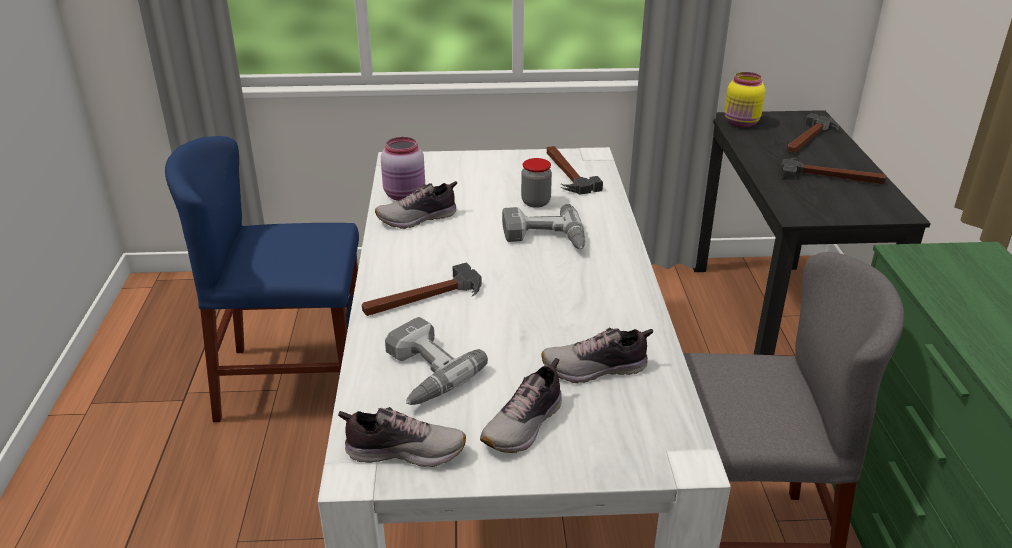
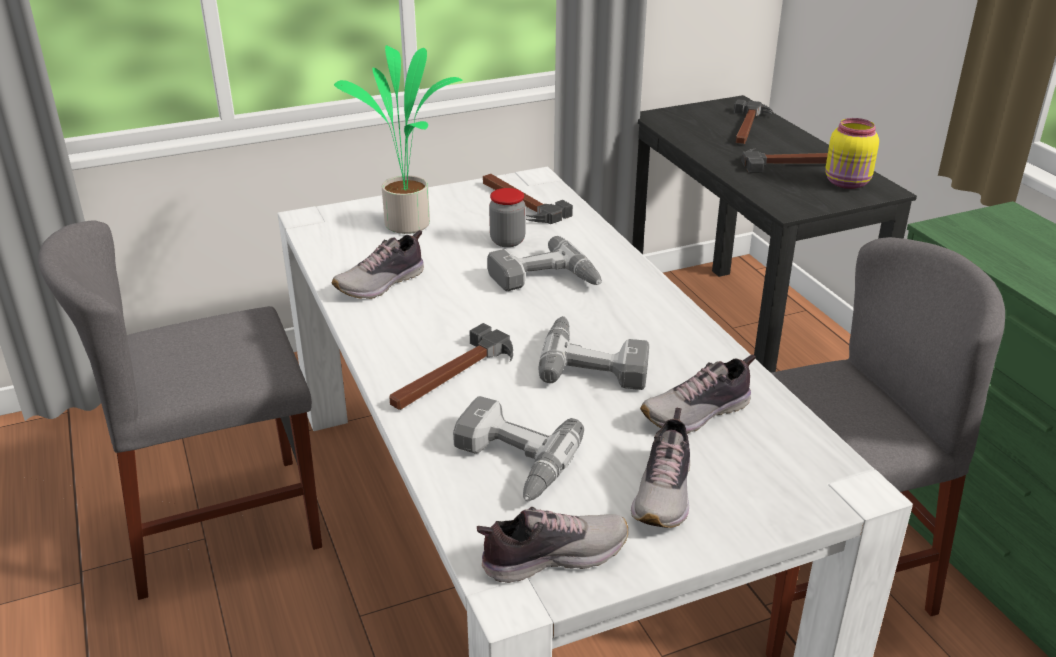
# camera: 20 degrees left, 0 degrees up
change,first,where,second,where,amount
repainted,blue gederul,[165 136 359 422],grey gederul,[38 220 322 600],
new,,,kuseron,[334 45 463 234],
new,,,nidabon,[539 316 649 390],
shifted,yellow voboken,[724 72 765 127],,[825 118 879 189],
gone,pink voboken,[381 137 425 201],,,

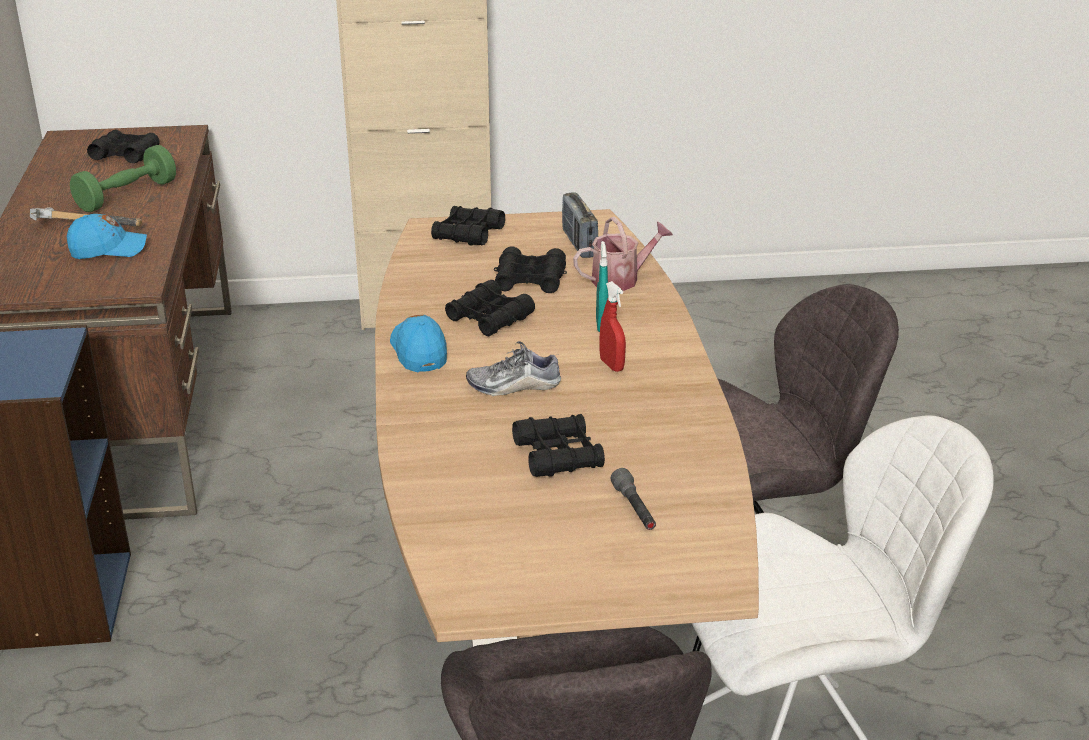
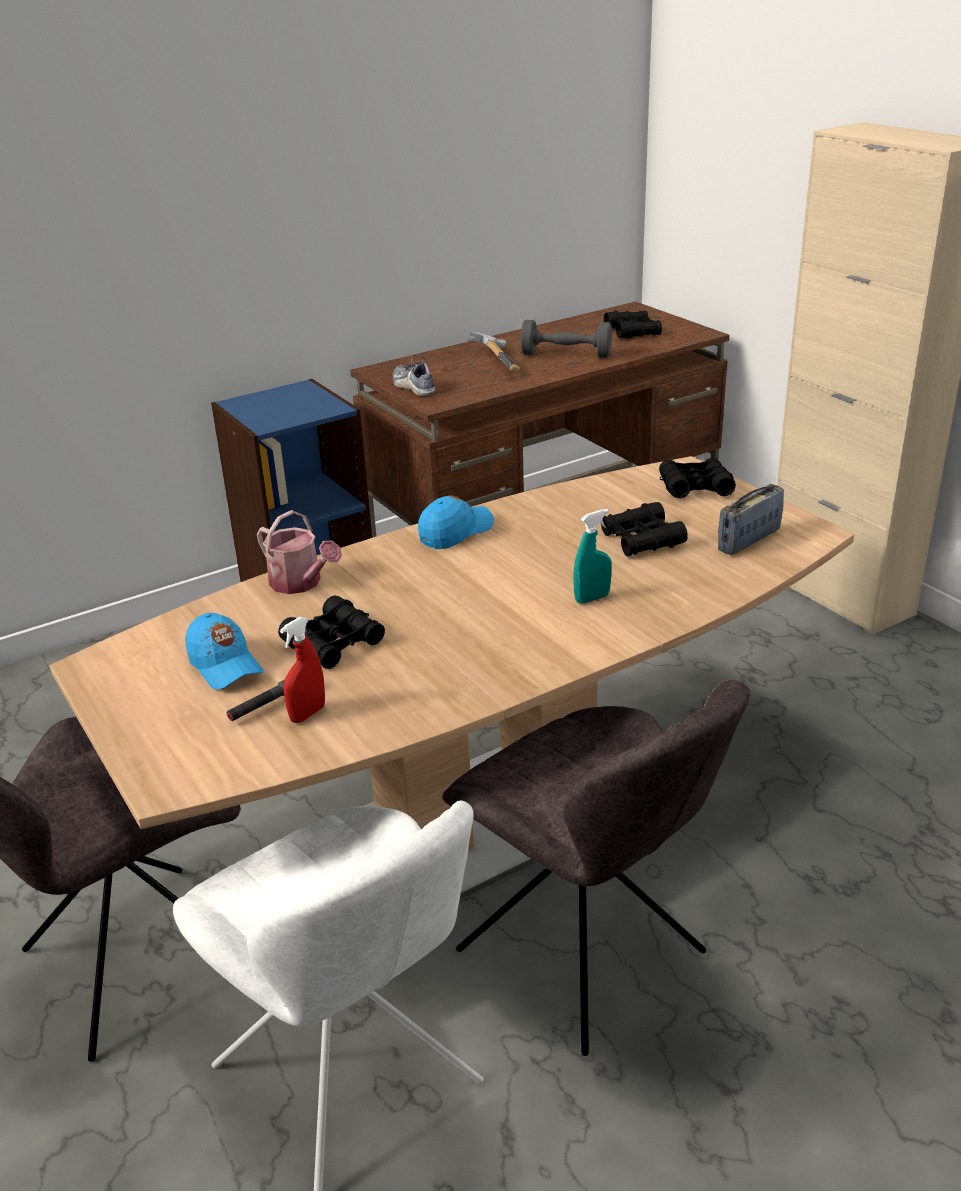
# camera: 65 degrees right, 0 degrees up
change,first,where,second,where,amount
shifted,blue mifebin,[67 214 147 259],,[185 613 264 689],
shifted,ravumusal,[573 217 673 291],,[257 510 342 594],
shifted,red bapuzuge,[600 281 626 372],,[280 617 325 723],
shifted,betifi,[466 341 561 396],,[393 355 435 396],
repainted,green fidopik,[70 145 176 212],grey fidopik,[521 320 612 358],
gone,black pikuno,[445 280 535 336],,,

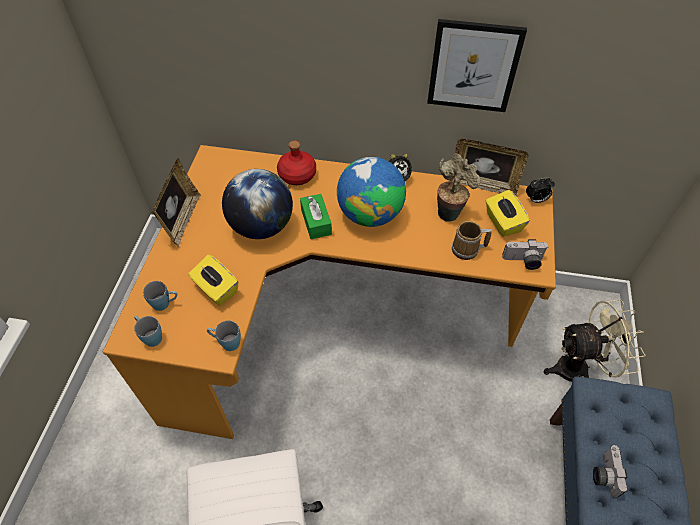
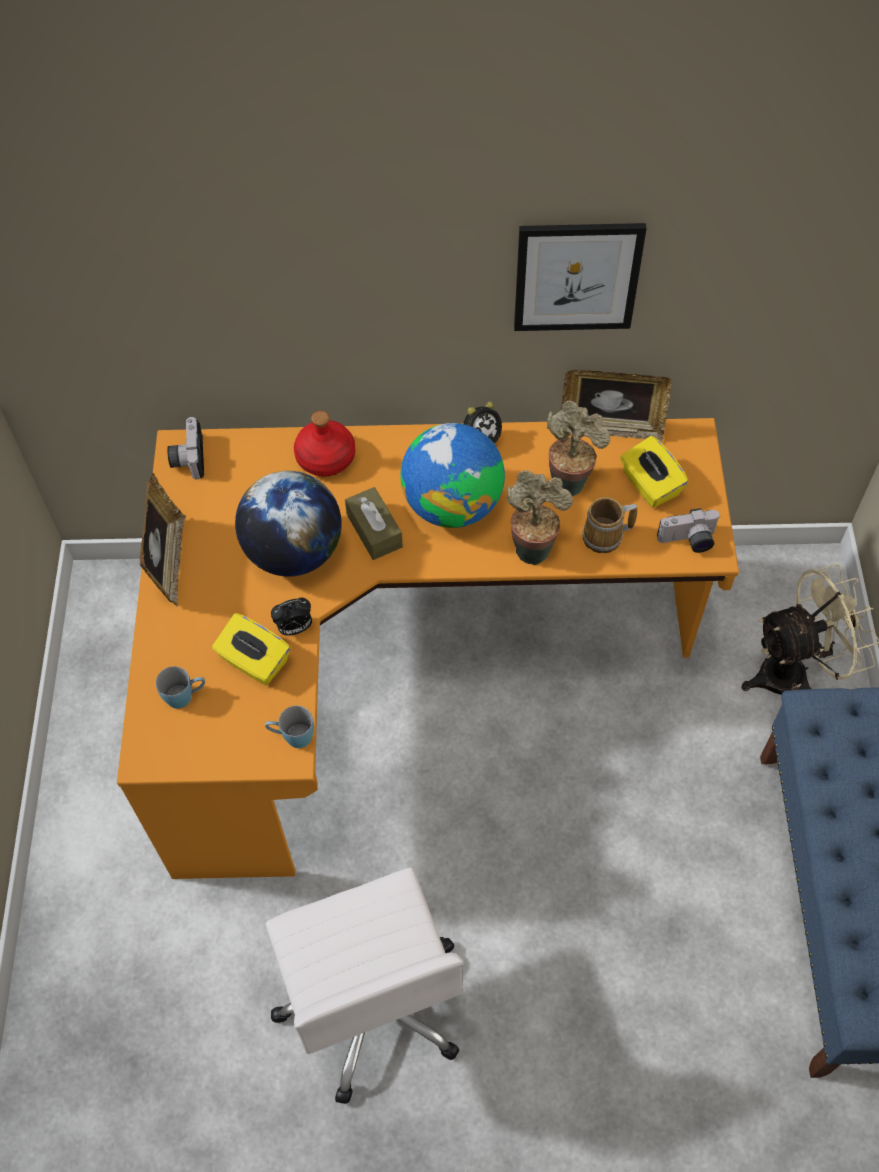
# camera: 10 degrees left, 5 degrees up
change,first,where,second,where,amount
shifted,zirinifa,[593 445 628 498],,[167 417 204 479],
shifted,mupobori,[526 177 555 203],,[271 598 312 635],
repainted,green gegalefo,[300 194 332 239],brown gegalefo,[345 487 403 560],
new,,,kuseron,[507 470 573 565],
gone,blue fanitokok,[134 316 162 347],,,

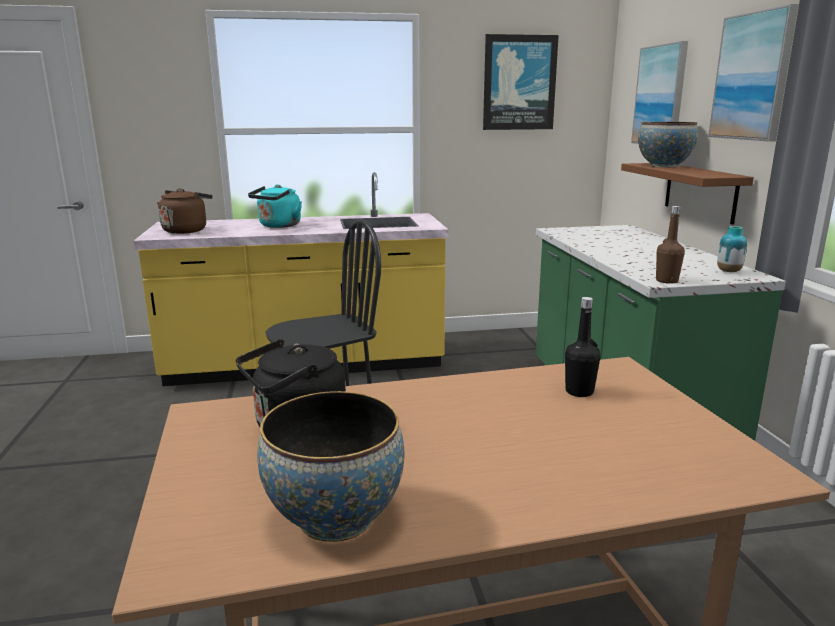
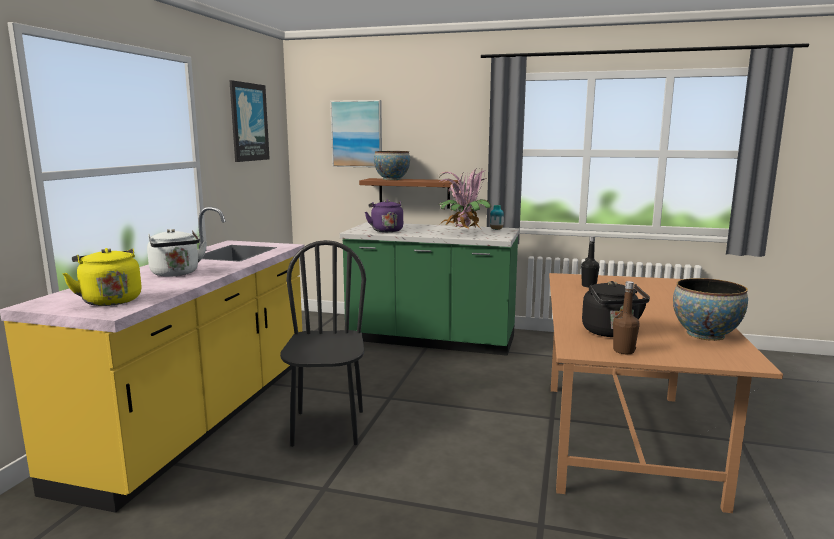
# camera: 65 degrees left, 5 degrees down
change,first,where,second,where,amount
repainted,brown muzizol,[157 188 213 234],yellow muzizol,[62 248 142 306],
repainted,turquoise muzizol,[248 185 302 228],white muzizol,[147 229 207 277],
new,,,purple muzizol,[365 200 403 232],
new,,,kuseron,[438 167 492 229],
shifted,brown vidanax,[656 206 685 284],,[613 281 640 354],
gone,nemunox,[708 4 799 141],,,

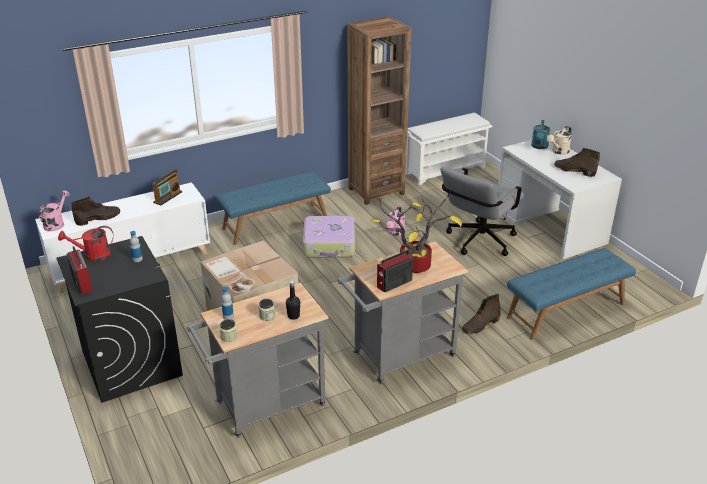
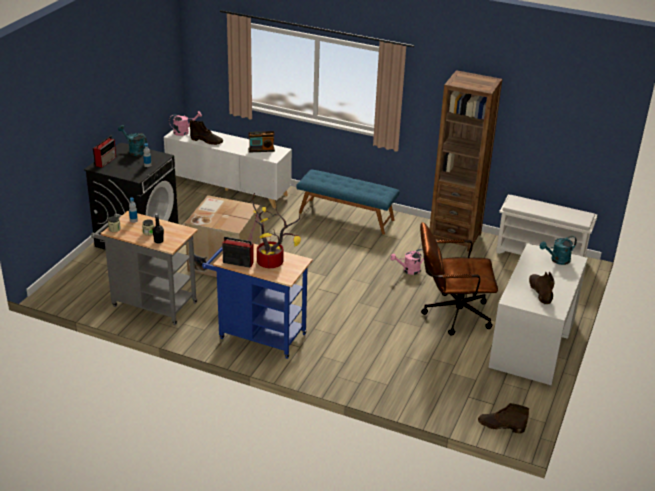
# camera: 50 degrees right, 0 degrees up
change,first,where,second,where,amount
repainted,red ravumusal,[58 226 113 261],turquoise ravumusal,[118 125 147 156],
repainted,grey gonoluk,[338 242 468 384],blue gonoluk,[202 240 313 359],
repainted,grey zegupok,[441 167 525 256],brown zegupok,[420 222 498 335],
shifted,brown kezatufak,[462 294 501 334],,[478 403 529 434],
gone,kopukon,[303 216 355 258],,,
gone,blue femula,[507 248 636 340],,,
gone,beige ravumusal,[547 126 572 154],,,

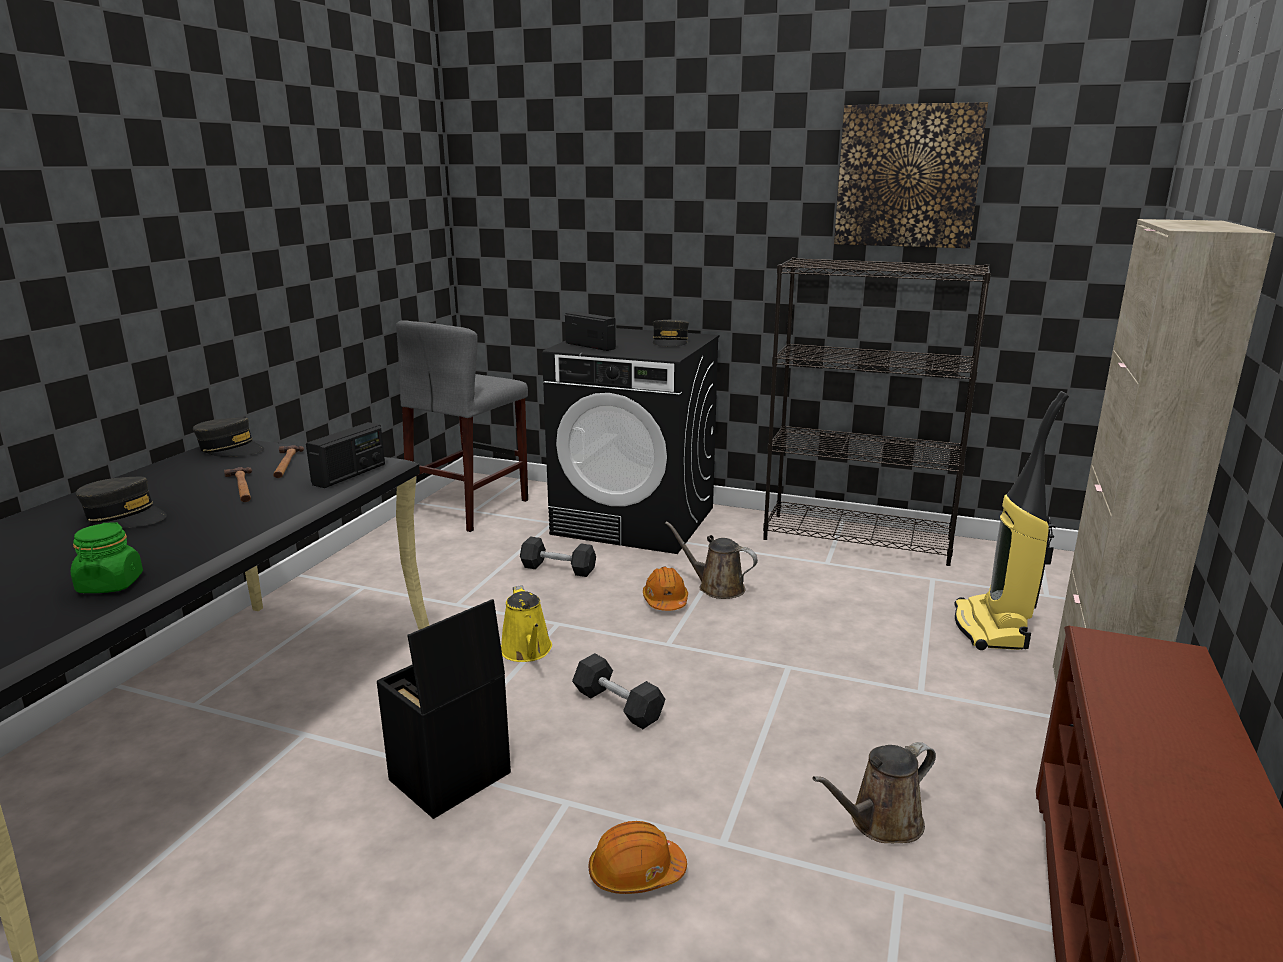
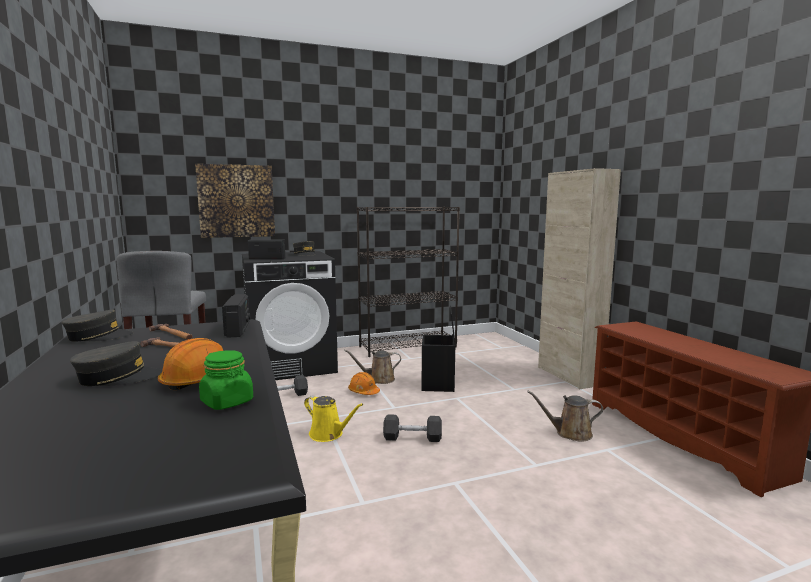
# camera: 40 degrees left, 10 degrees down
change,first,where,second,where,amount
shifted,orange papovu,[589 821 687 894],,[158 338 223 390],
shifted,nemunox,[834 102 988 248],,[195 164 275 238],
shifted,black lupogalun,[377 599 511 819],,[422 306 456 392],
rotated,brown ravumusal,[812 742 936 843],,[527 391 603 442],75 degrees clockwise
gone,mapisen,[954 391 1069 650],,,

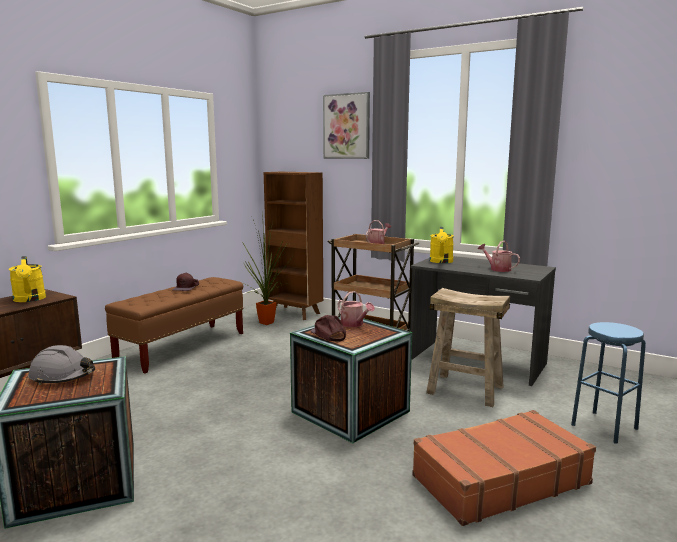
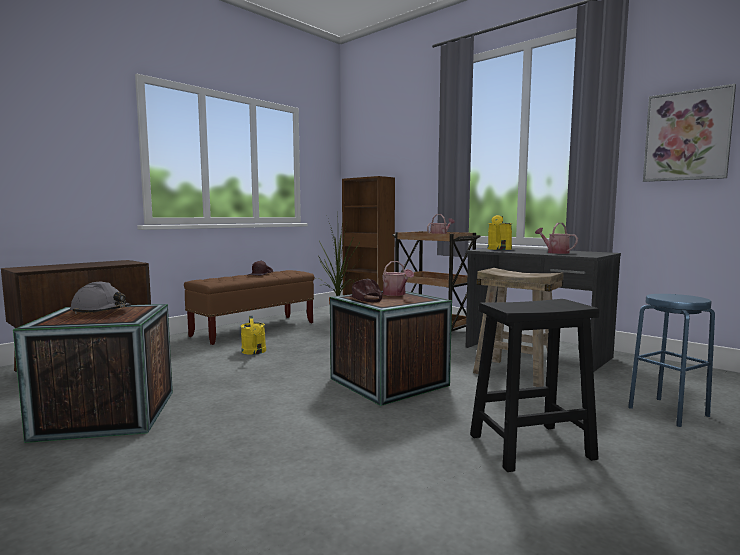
# camera: 10 degrees right, 5 degrees down
change,first,where,second,where,amount
shifted,yellow ravumusal,[9 256 46 302],,[241 316 266 355],
swapped,brown kopukon,[412 410 596 526],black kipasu,[470 299 599 472],
shifted,nemunox,[323 92 370 159],,[643 84 736 182],

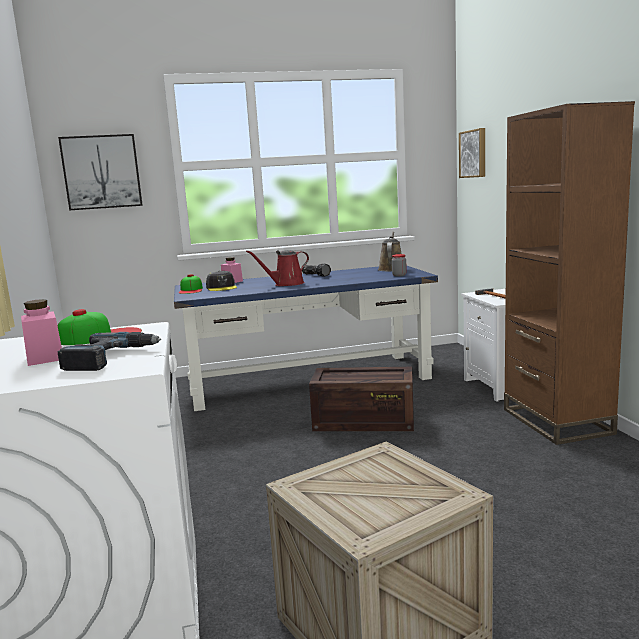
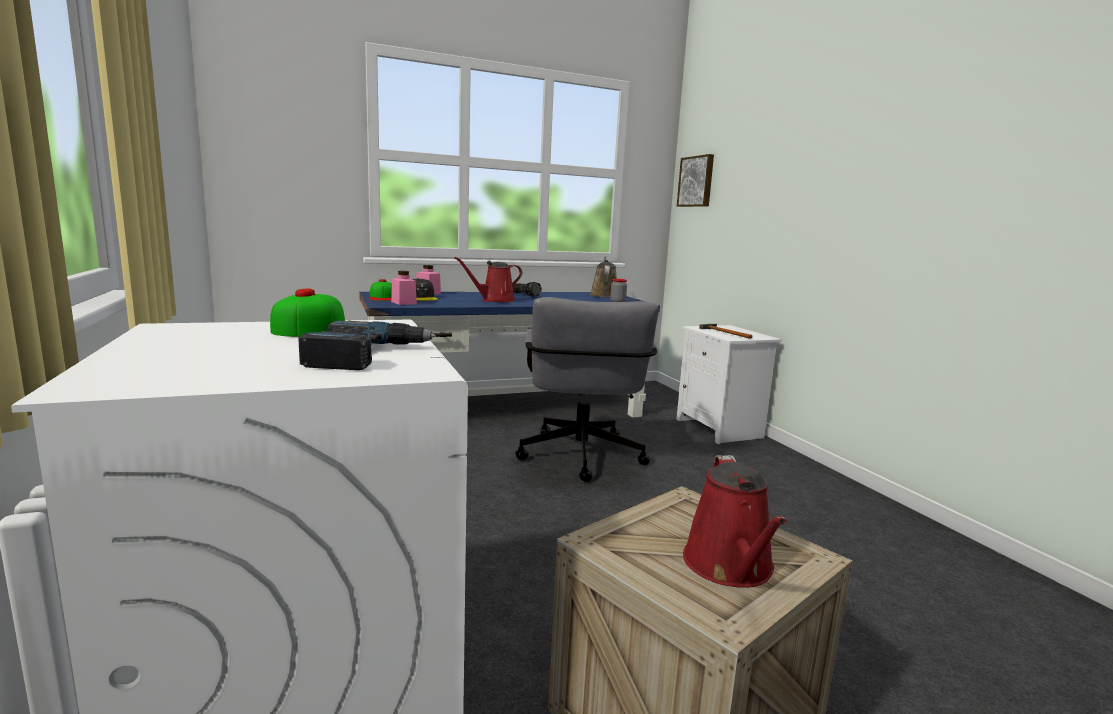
# camera: 10 degrees left, 0 degrees up
change,first,where,second,where,amount
shifted,pink voboken,[21 299 62 366],,[391 271 417 305],
swapped,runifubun,[309 367 414 431],grey zegupok,[515 297 659 482],
new,,,red ravumusal,[683 455 787 588],
gone,nemunox,[58 134 143 210],,,
gone,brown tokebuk,[504 101 635 445],,,

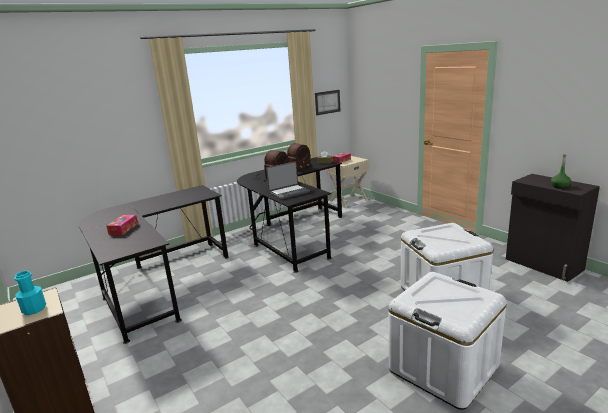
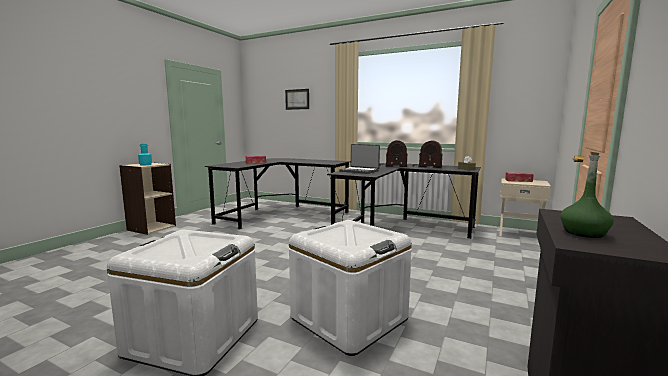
# camera: 60 degrees right, 10 degrees down
change,first,where,second,where,amount
shifted,nemunox,[315 90 340 115],,[285 89 309 110],

